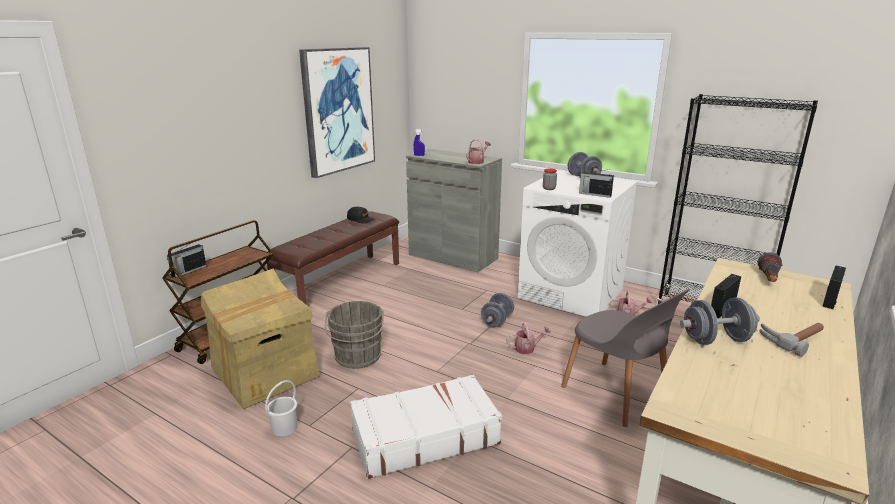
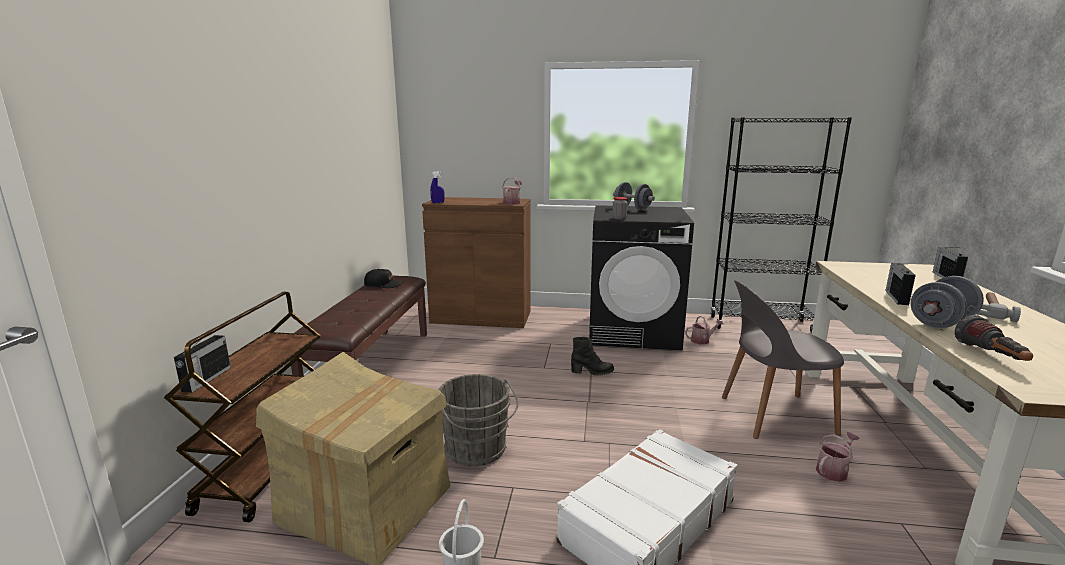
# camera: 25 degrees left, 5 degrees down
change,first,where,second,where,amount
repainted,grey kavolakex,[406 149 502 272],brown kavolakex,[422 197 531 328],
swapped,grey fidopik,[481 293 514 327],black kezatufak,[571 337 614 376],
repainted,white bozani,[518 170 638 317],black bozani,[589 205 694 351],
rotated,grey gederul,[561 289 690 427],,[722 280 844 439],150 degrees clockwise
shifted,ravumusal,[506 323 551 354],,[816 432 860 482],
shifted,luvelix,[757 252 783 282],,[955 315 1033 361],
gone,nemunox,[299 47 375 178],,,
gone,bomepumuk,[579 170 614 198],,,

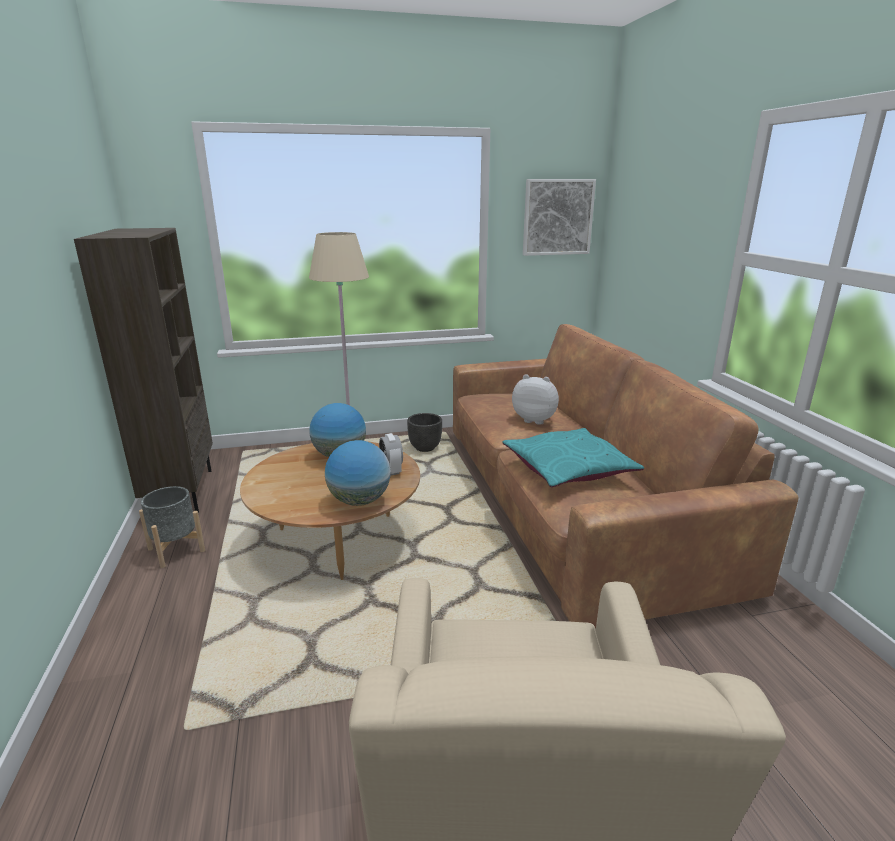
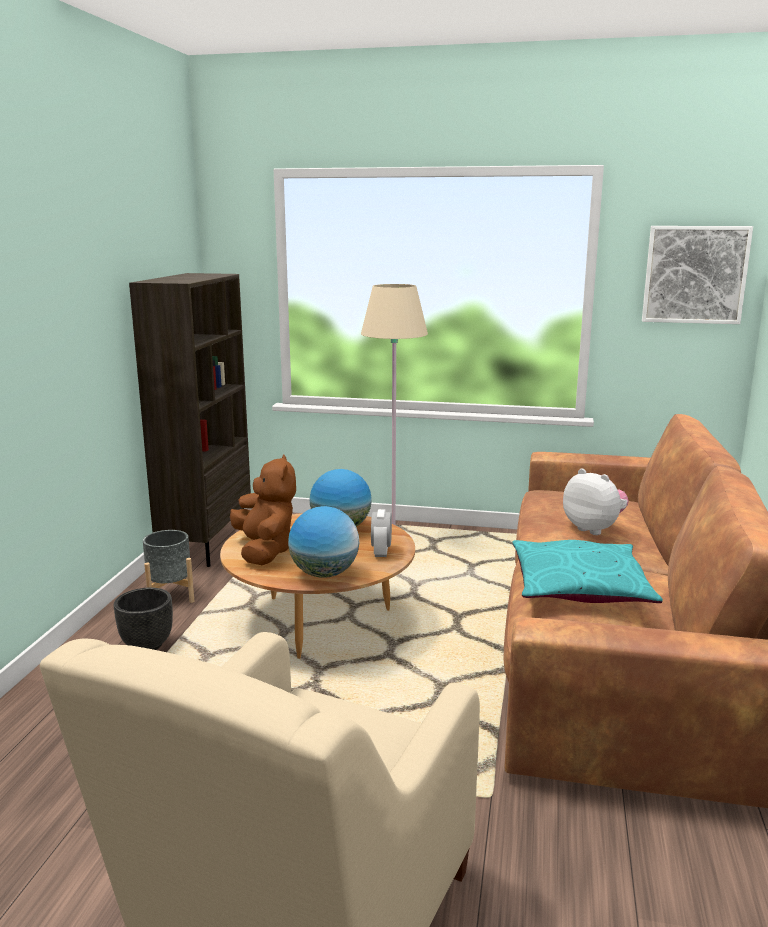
# camera: 25 degrees right, 5 degrees down
change,first,where,second,where,amount
shifted,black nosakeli,[407 413 442 452],,[114 588 173 650],
new,,,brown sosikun,[230 454 296 565],

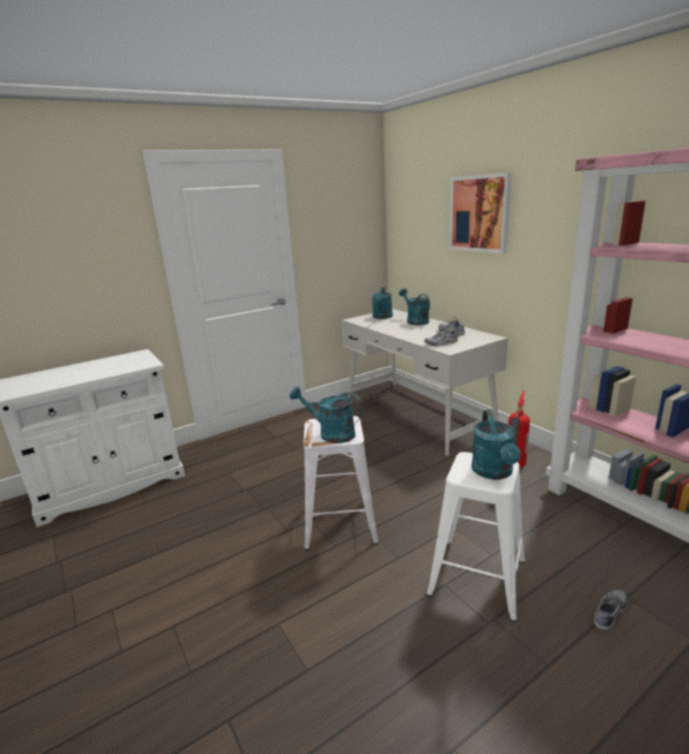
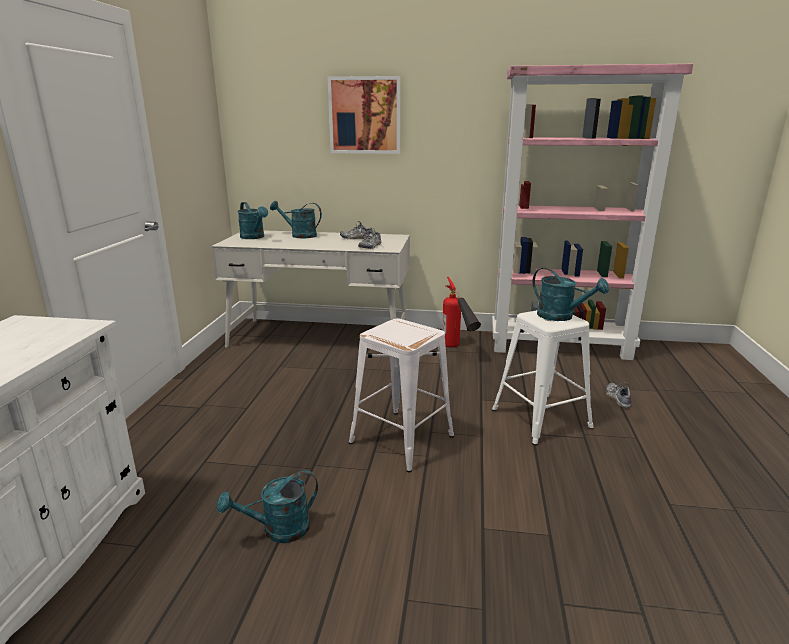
# camera: 50 degrees left, 0 degrees up
change,first,where,second,where,amount
shifted,turquoise ravumusal,[290 386 363 443],,[217 470 318 543],

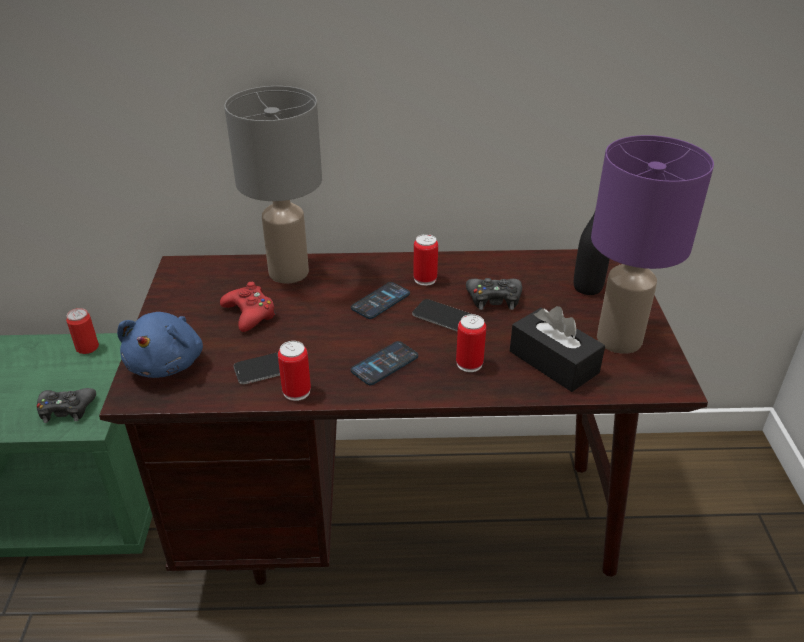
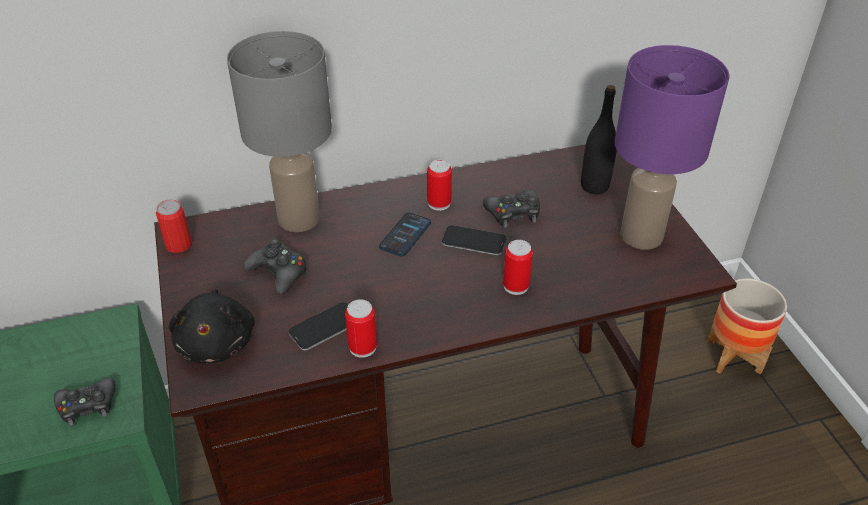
# camera: 15 degrees left, 5 degrees up
change,first,where,second,where,amount
shifted,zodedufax,[66 308 99 354],,[156 200 192 253],
repainted,blue sosikun,[117 312 203 378],black sosikun,[169 289 255 364],
repainted,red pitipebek,[220 282 276 332],black pitipebek,[244 239 307 294],
new,,,nosakeli,[707 278 787 374],
gone,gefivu,[351 341 418 385],,,
gone,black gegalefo,[510 306 605 392],,,

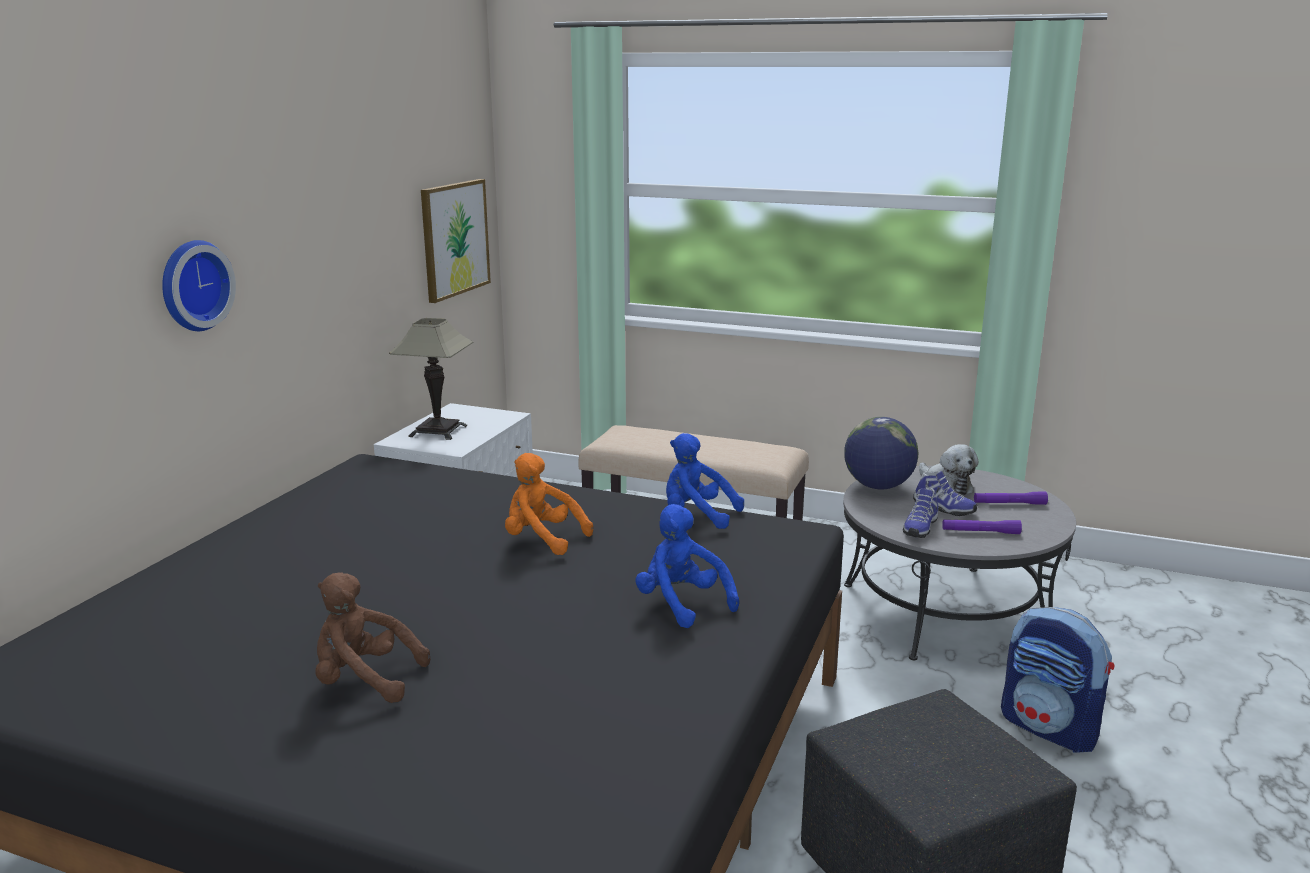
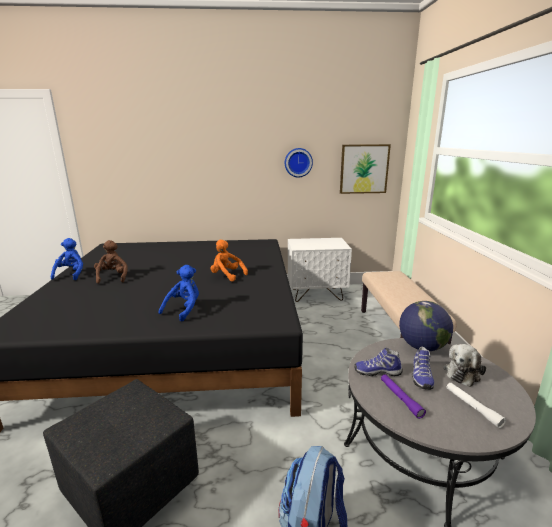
# camera: 65 degrees right, 0 degrees up
change,first,where,second,where,amount
shifted,blue sosikun,[666 433 744 529],,[51 238 83 280],
rotated,orange sosikun,[505 453 593 555],,[211 240 248 281],60 degrees counterclockwise
shifted,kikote,[162 240 236 331],,[285 148 313 177],
repainted,purple luvelix,[974 491 1048 505],white luvelix,[447 382 506 428],
gone,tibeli,[389 318 474 440],,,

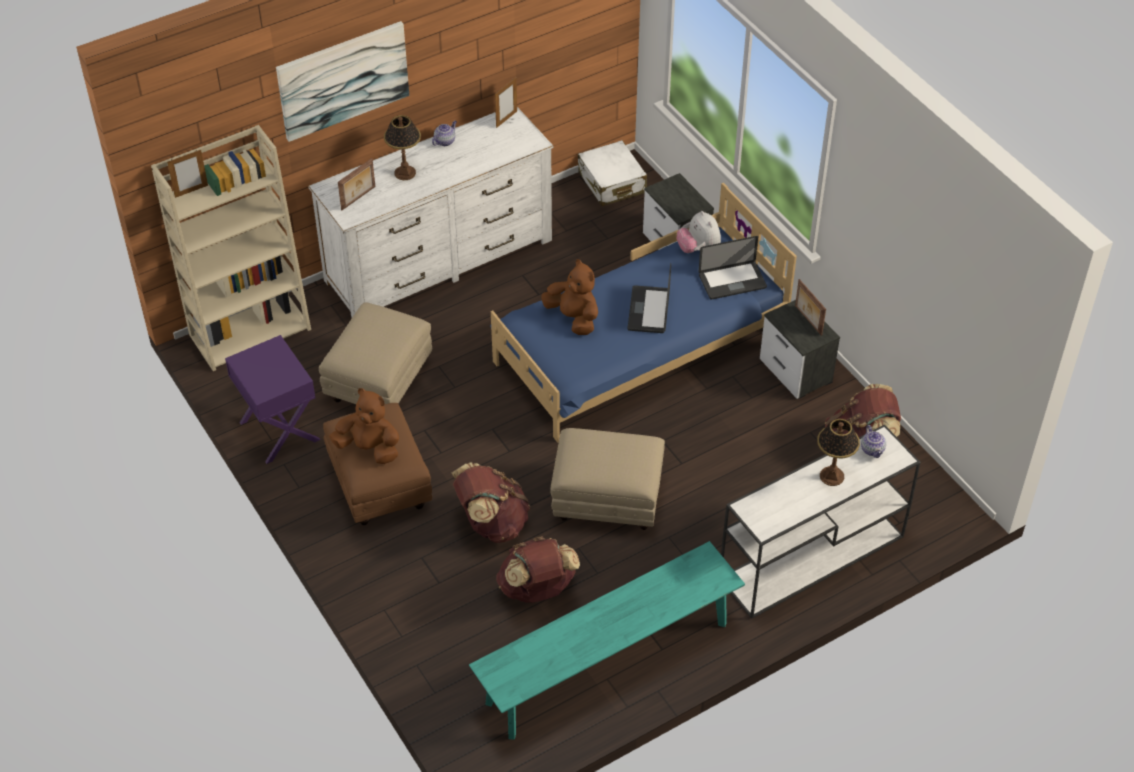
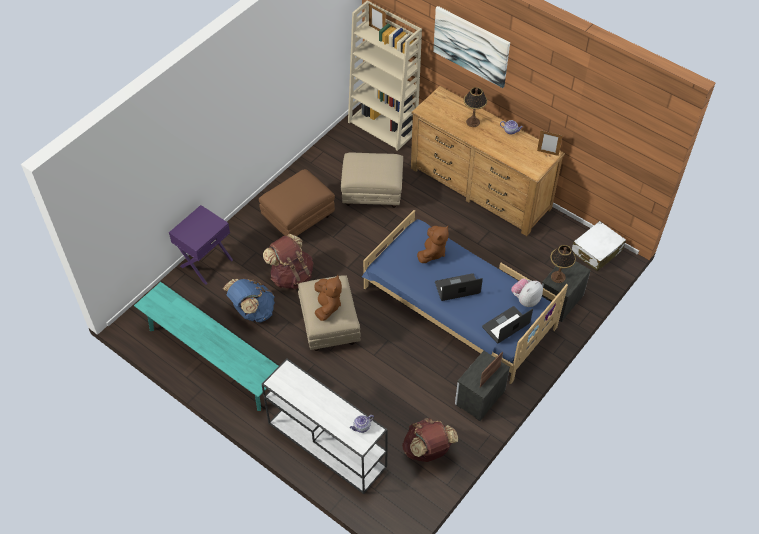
# camera: 70 degrees right, 5 degrees up
change,first,where,second,where,amount
shifted,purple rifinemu,[225 335 320 464],,[169 205 233 285],
repainted,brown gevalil,[496 536 580 603],blue gevalil,[223 279 275 322],
shifted,brown sosikun,[329 388 399 464],,[314 275 342 321],
repainted,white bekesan,[308 107 554 318],brown bekesan,[411 86 565 236],
rotated,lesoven,[699 236 767 300],,[482 306 533 343],90 degrees clockwise
shifted,tibeli,[817 419 860 486],,[550 245 576 283],
gone,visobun,[338 158 375 210],,,

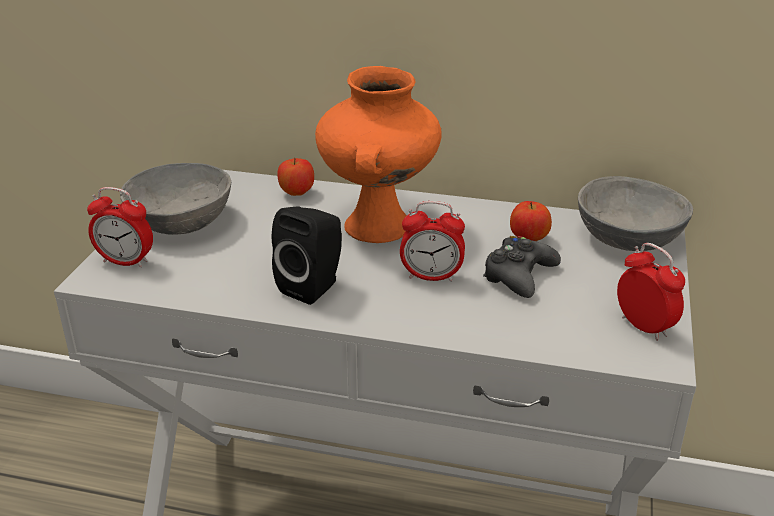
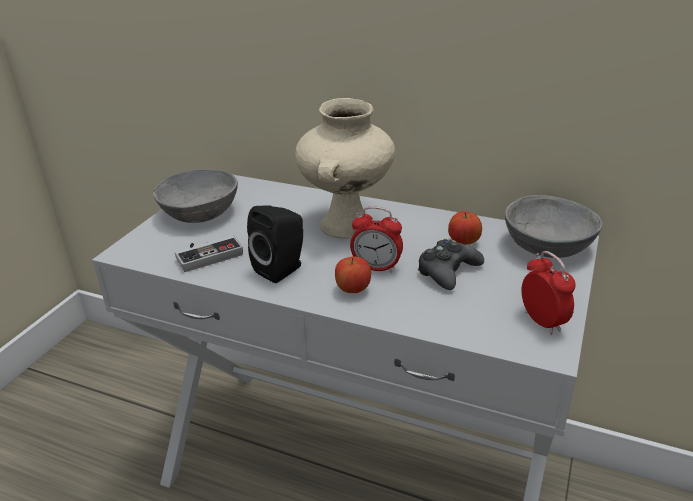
# camera: 10 degrees right, 0 degrees up
change,first,where,second,where,amount
new,,,pitipebek,[175 235 243 272],
repainted,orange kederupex,[315 66 442 243],beige kederupex,[295 98 395 238],
shifted,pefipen,[277 158 314 196],,[335 256 371 293],
gone,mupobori,[87 187 153 268],,,

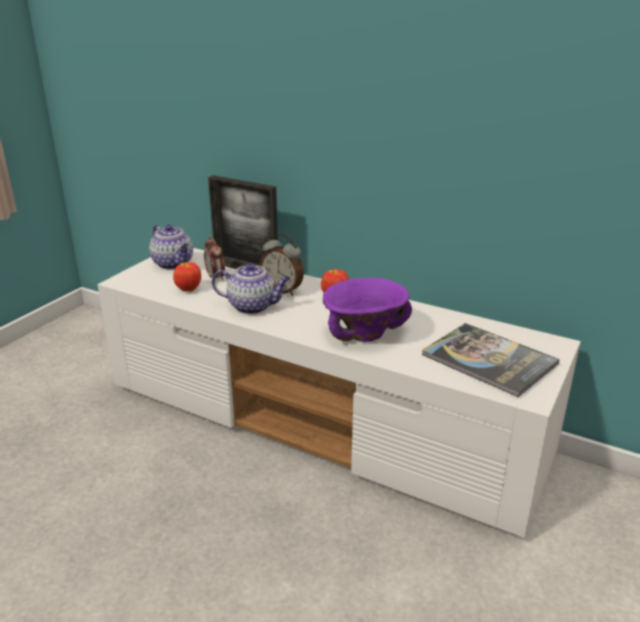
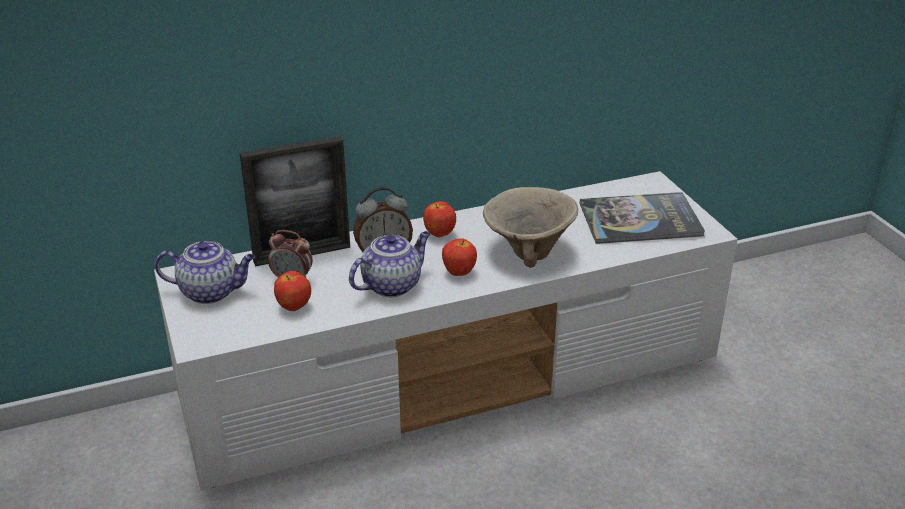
# camera: 50 degrees left, 5 degrees up
change,first,where,second,where,amount
new,,,pefipen,[442 238 477 276],
repainted,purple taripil,[323 278 412 342],beige taripil,[483 187 578 268],

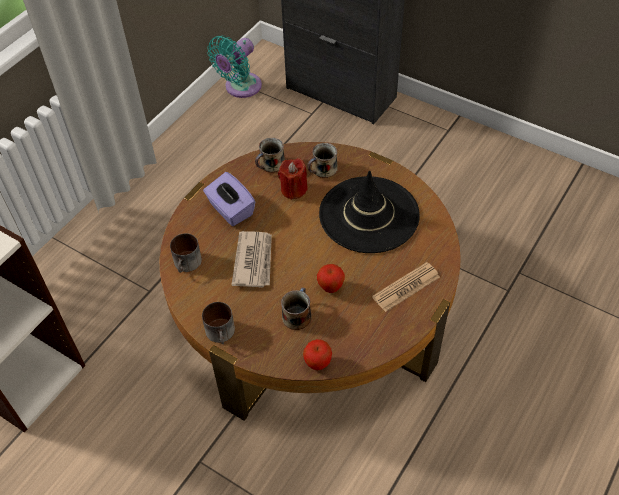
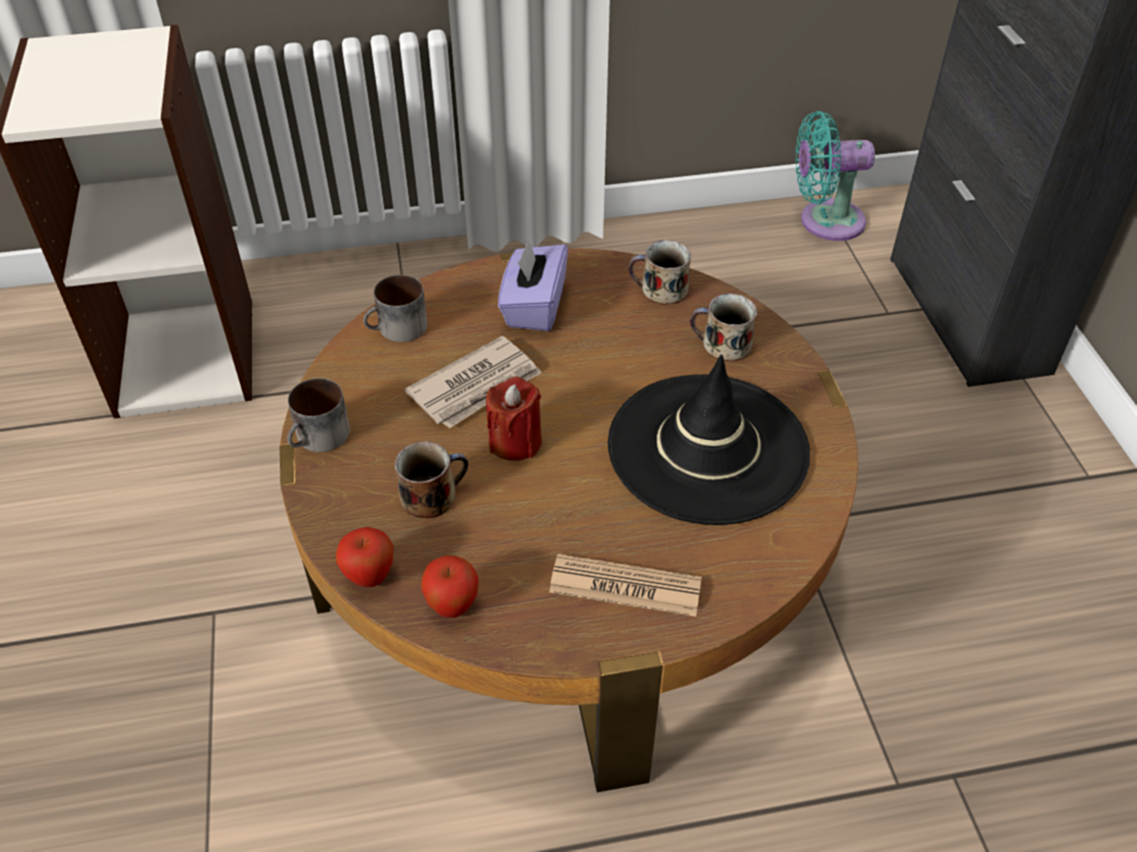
# camera: 45 degrees right, 5 degrees down
change,first,where,second,where,amount
shifted,pefipen,[317 264 345 293],,[421 555 479 618],
shifted,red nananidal,[278 158 308 200],,[486 377 542 461],

